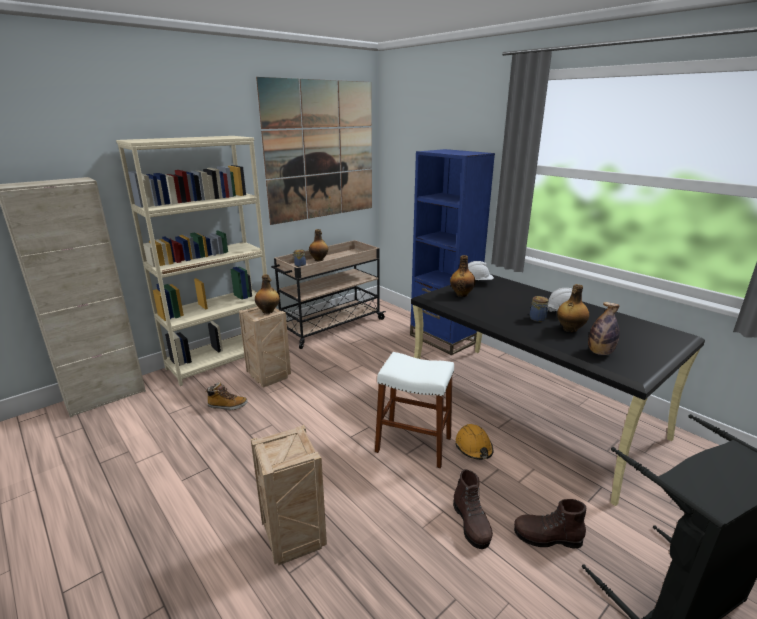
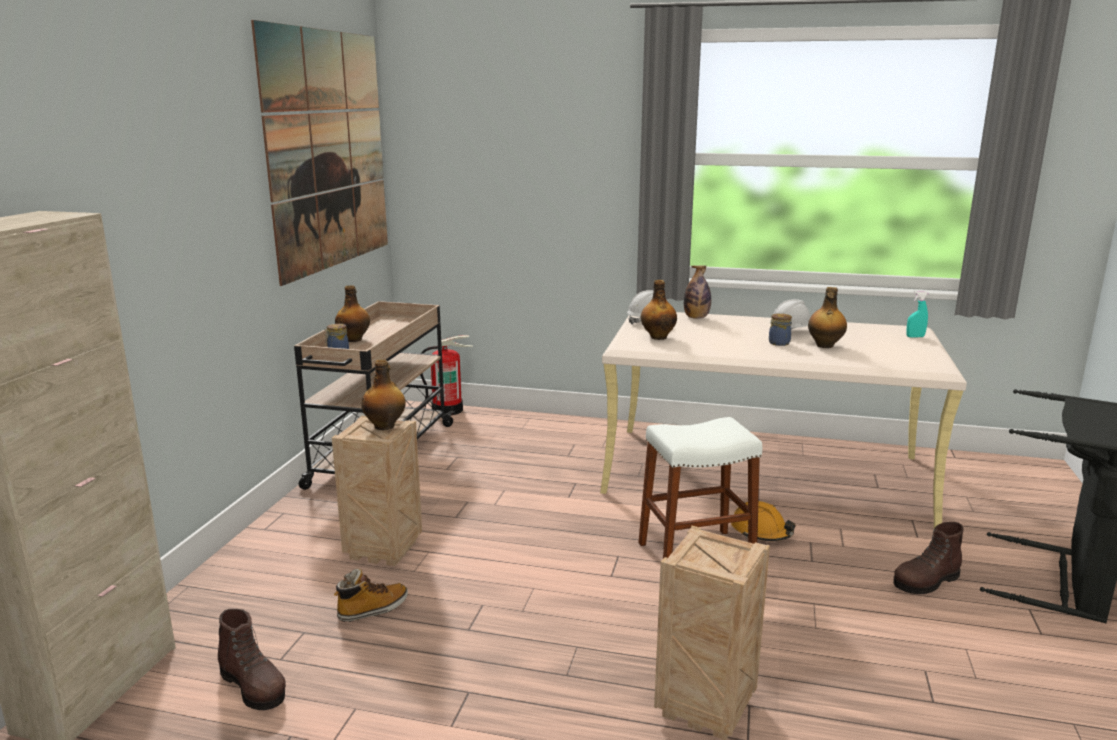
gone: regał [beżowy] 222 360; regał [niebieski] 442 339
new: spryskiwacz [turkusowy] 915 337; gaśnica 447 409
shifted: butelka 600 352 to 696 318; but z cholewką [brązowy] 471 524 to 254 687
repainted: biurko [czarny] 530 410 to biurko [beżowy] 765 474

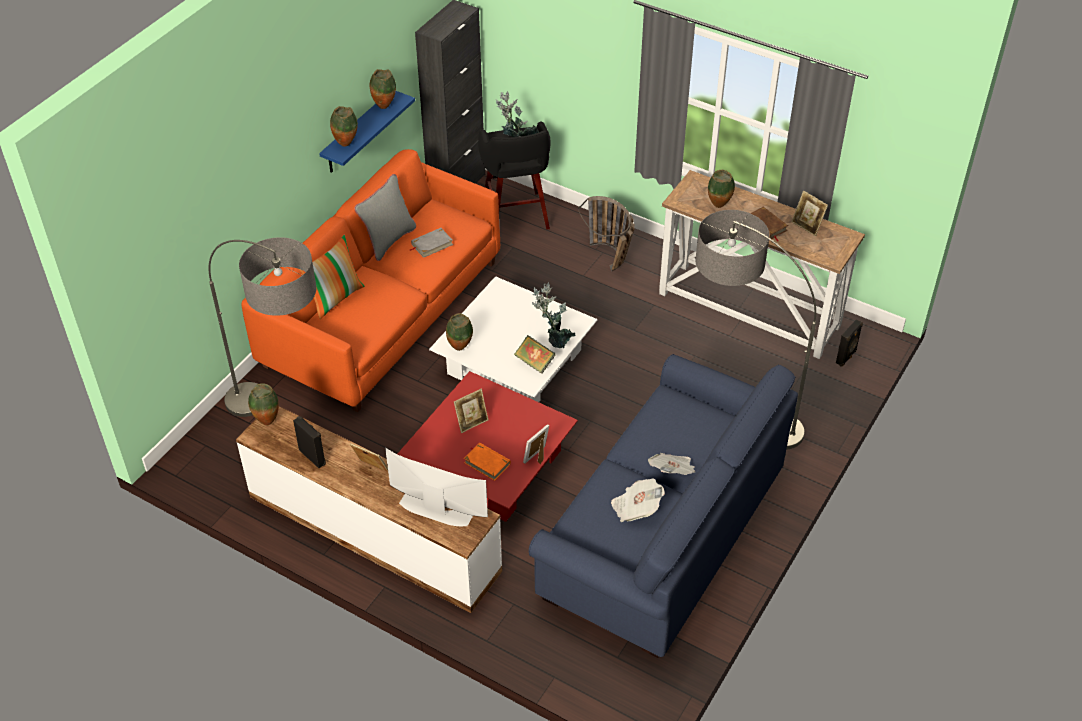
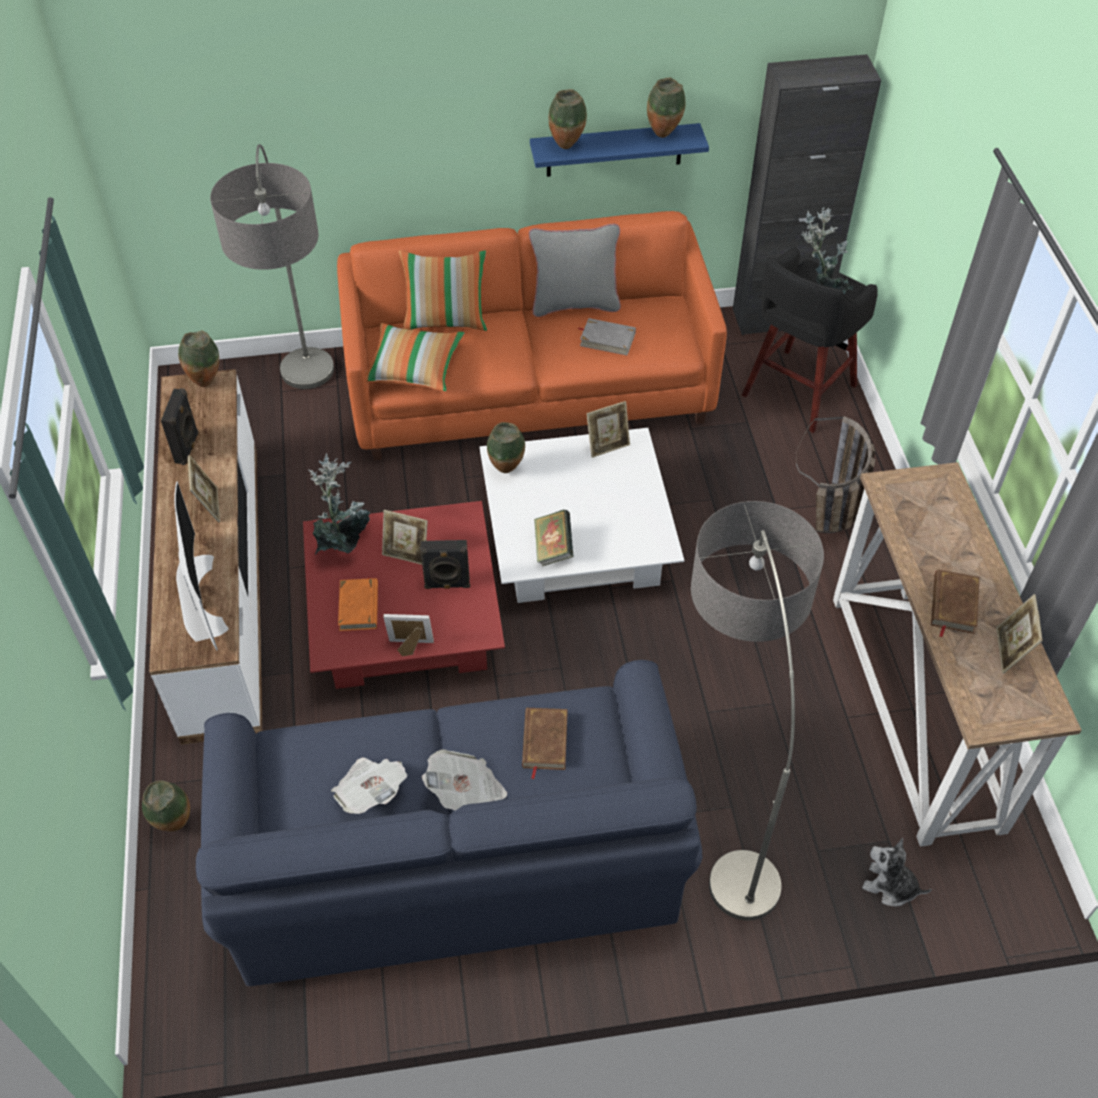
new: poduszka 414 368; ramka na zdjęcie 607 445; książka [brązowy] 544 741; pluszak 890 886
shifted: wazon 719 206 to 175 826; roślina doniczkowa 555 341 to 343 543; głośnik [czarny] 846 357 to 447 585

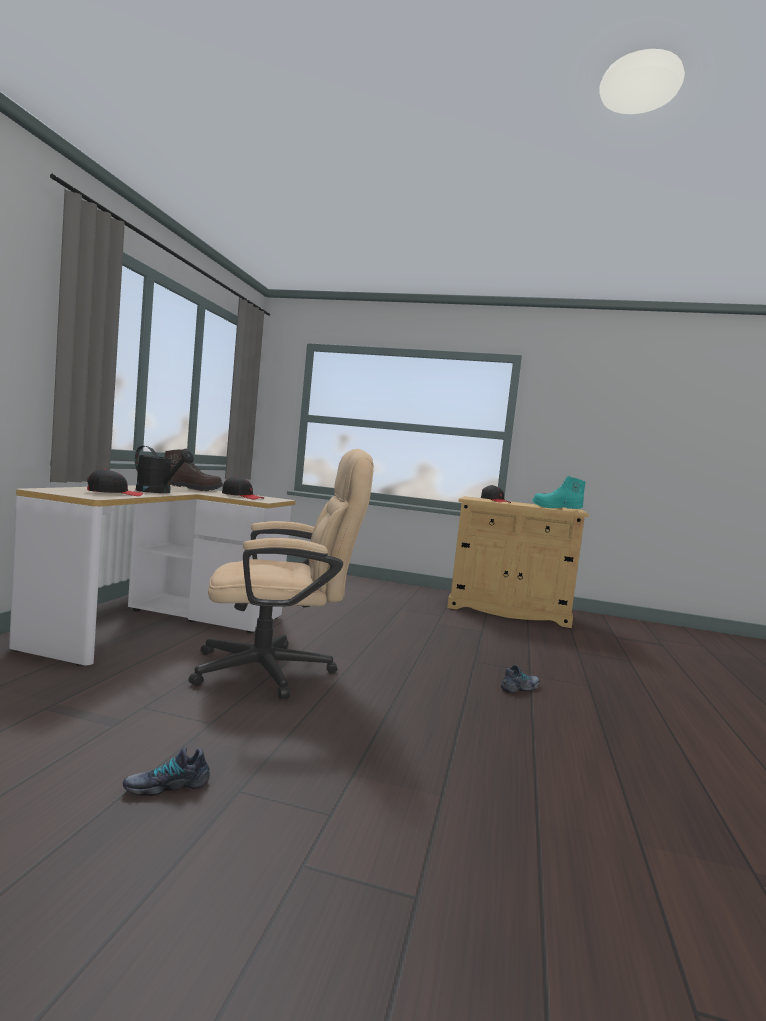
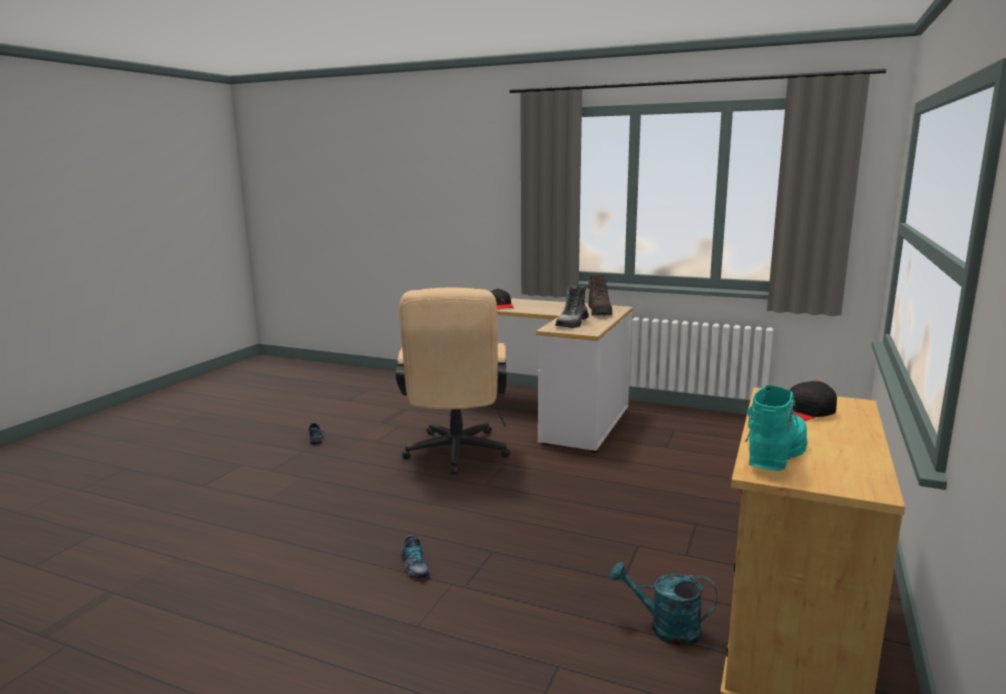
gone: konewka [czarny] 158 492
new: konewka [turkusowy] 665 628
swapped: czapka z daszkiem [czarny] 242 496 to but z cholewką 572 323

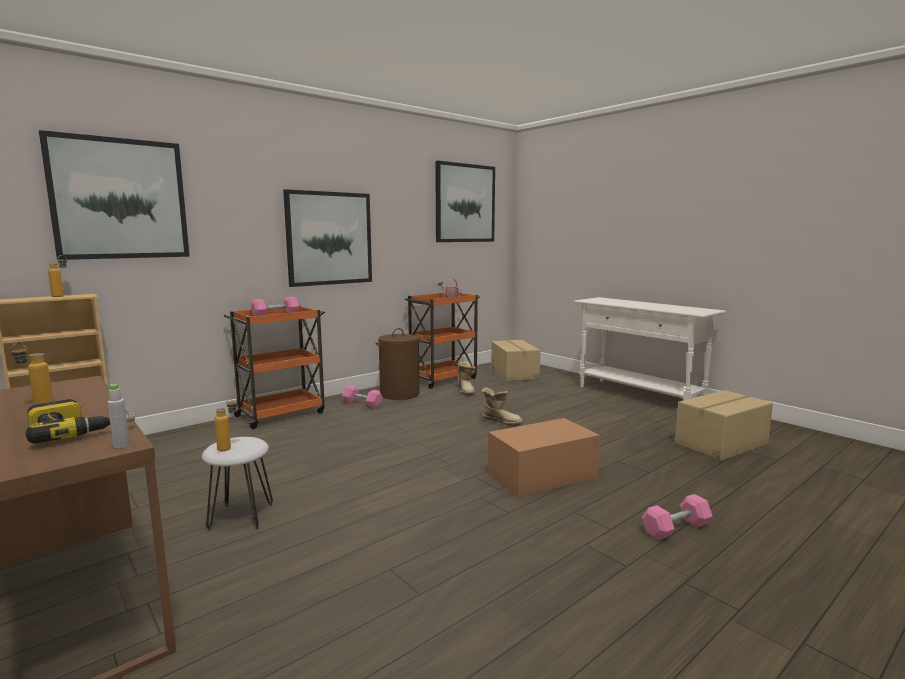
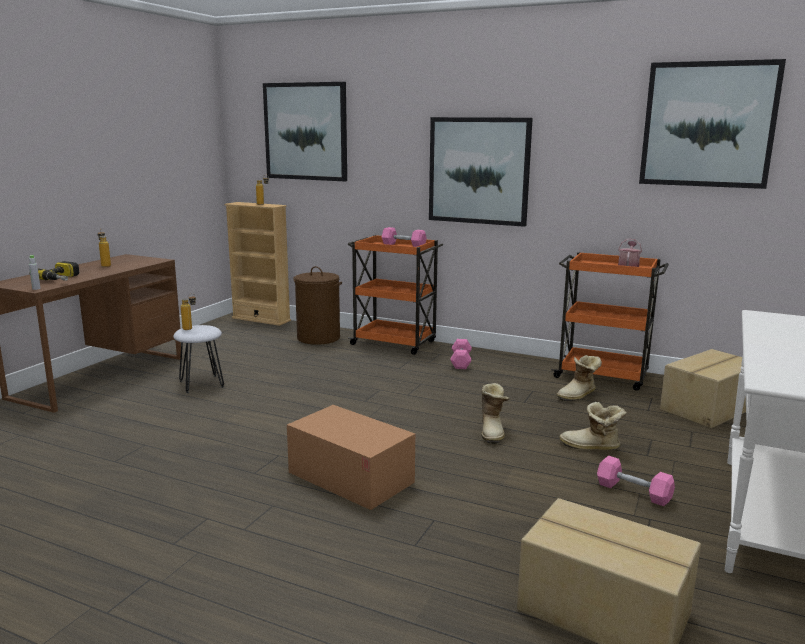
new: but z cholewką 591 447
shifted: kosz na pranie [brązowy] 400 394 to 319 338; hantel [różowy] 676 528 to 633 492

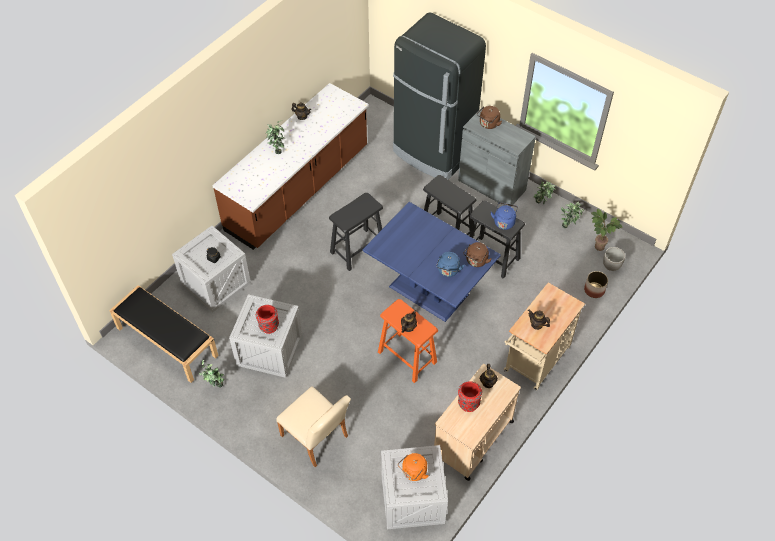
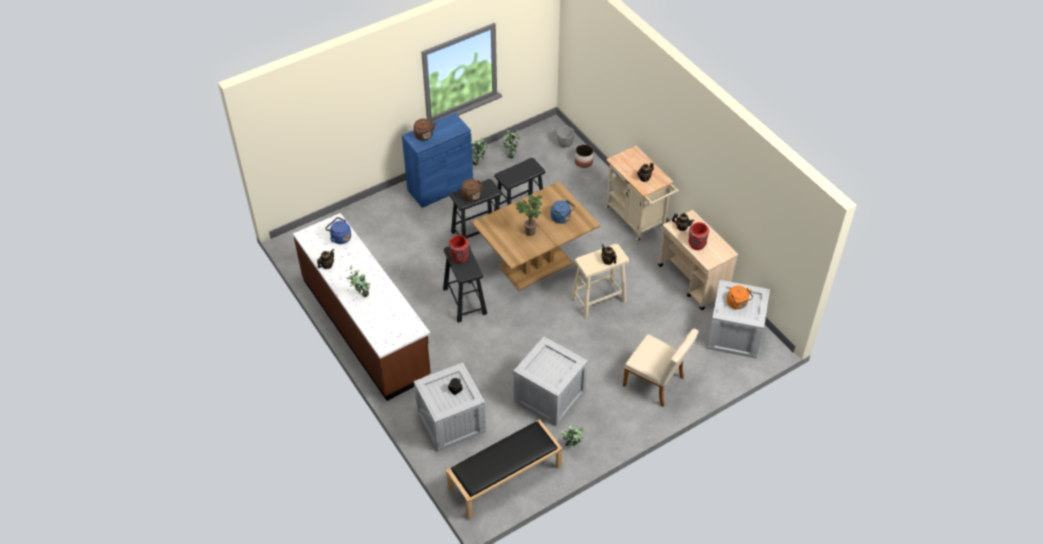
gone: lodówka [czarny] 433 153
shifted: czajnik [niebieski] 504 222 to 340 238; roślina doniczkowa 597 247 to 530 233; czajnik [brązowy] 476 261 to 472 196; wazon [czerwony] 268 326 to 459 257
repainted: szafka [szary] 492 185 to szafka [niebieski] 440 187; stół jadalny [niebieski] 429 290 to stół jadalny [brązowy] 535 264; stołek [pomarańczowy] 407 356 to stołek [beżowy] 598 299
rotated: krzesło [beżowy] 317 439 = 657 383 60 degrees clockwise

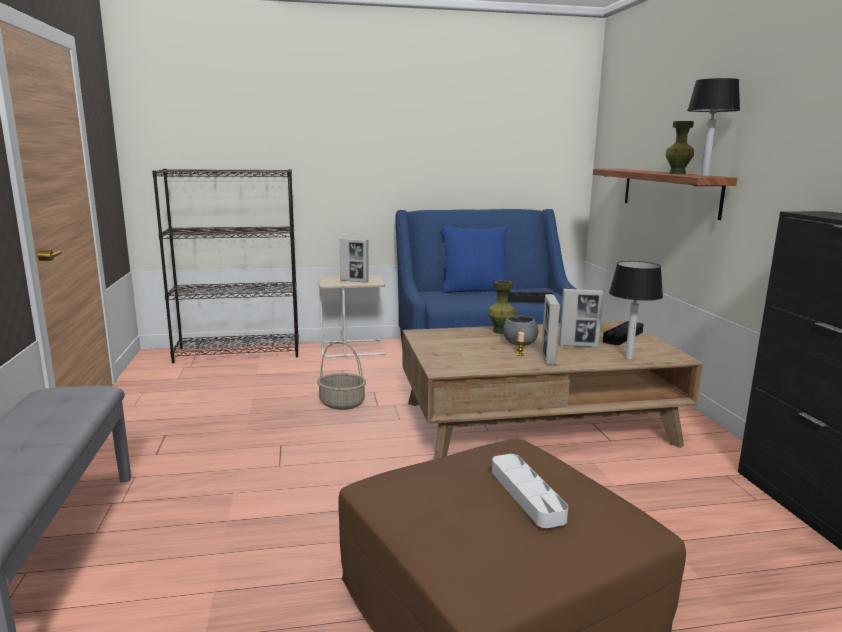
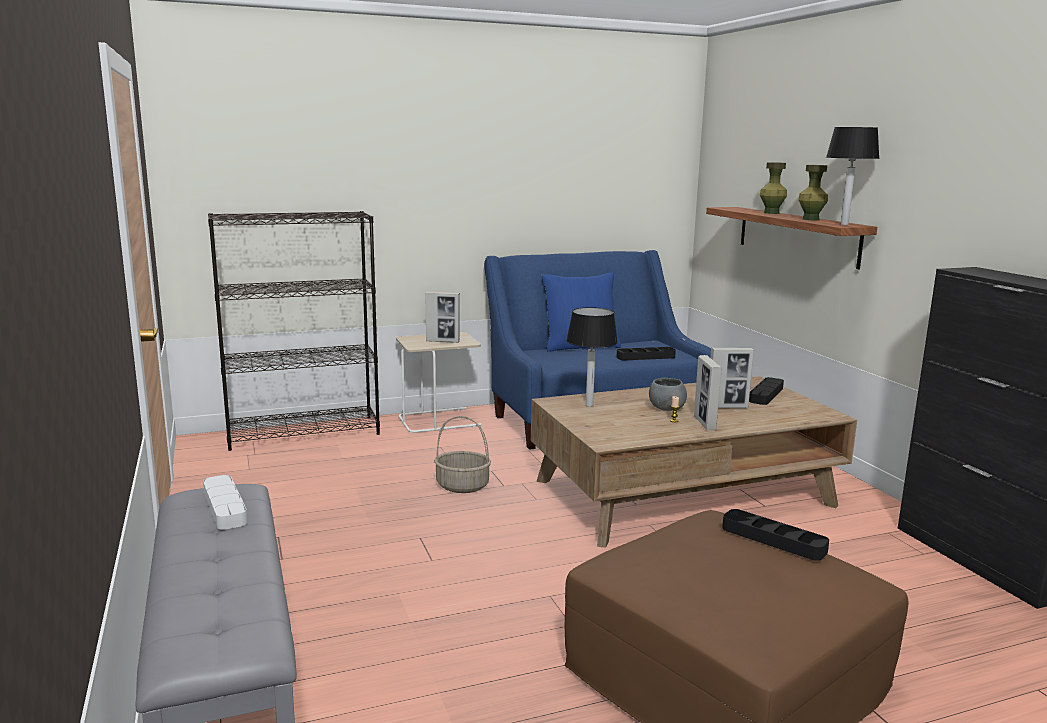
new: taca [czarny] 773 539
shifted: lampa stołowa 628 358 to 588 405; wazon [zielony] 500 331 to 771 213; taca [biały] 526 494 to 225 507

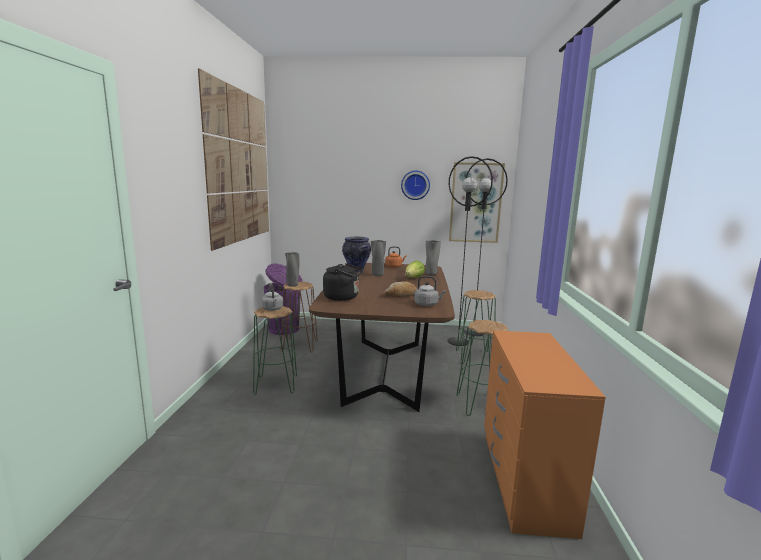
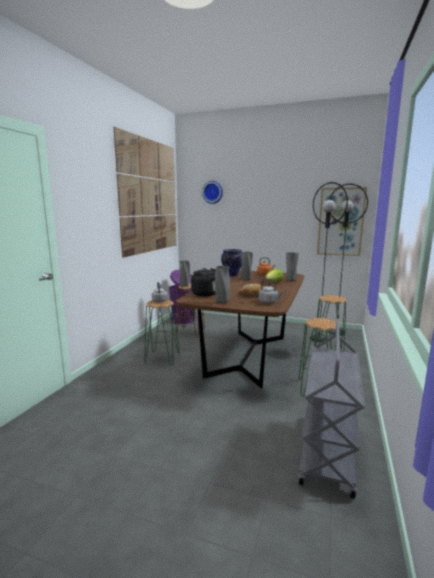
new: wazon [szary] 222 302
shifted: zegar ścienny 415 185 to 213 192
swapped: komoda [pomarańczowy] 523 480 to wózek [szary] 328 452

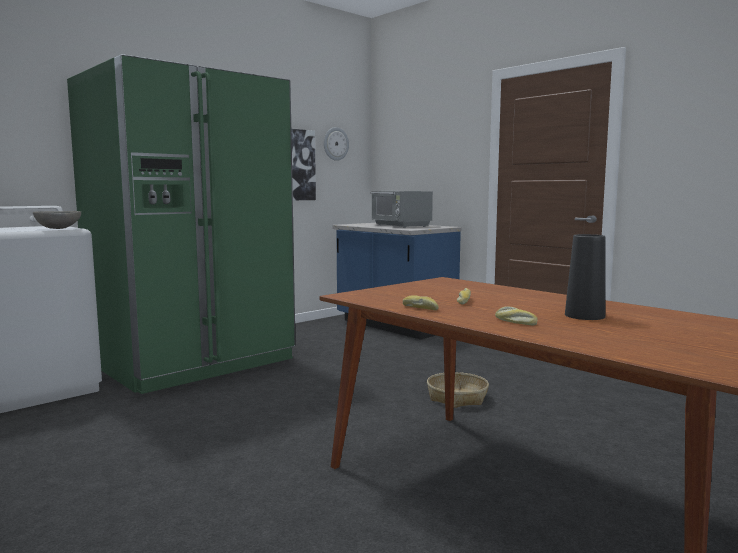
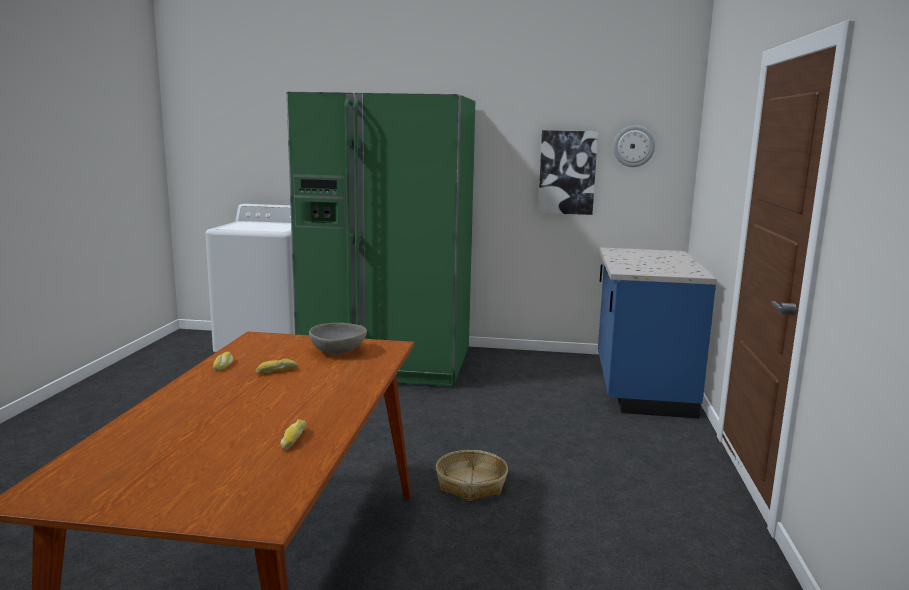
gone: mikrofalówka [szary] 400 226; wazon [czarny] 584 315
shifted: miska [szary] 58 228 to 337 352; chleb 514 322 to 293 439

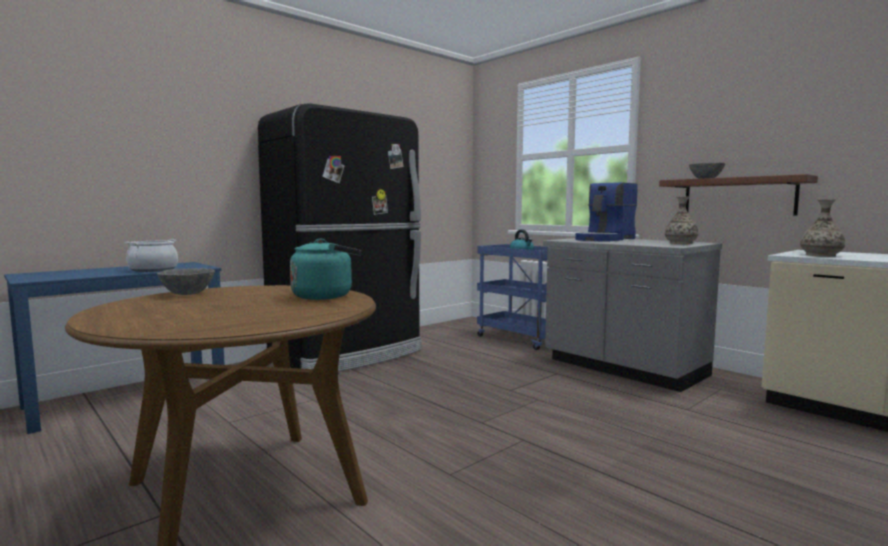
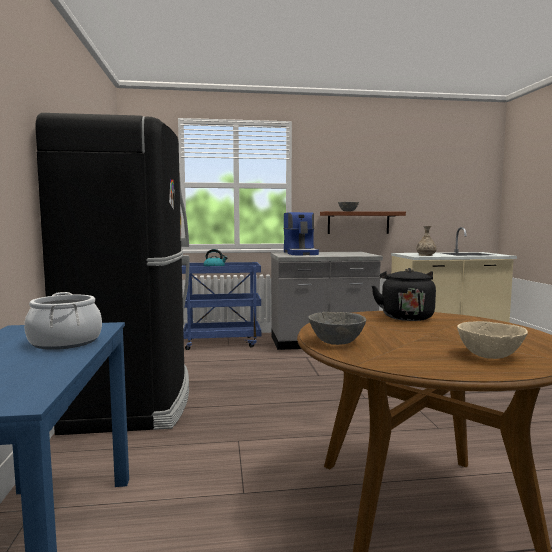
gone: wazon 680 243
new: miska [beżowy] 489 355
repainted: czajnik [turkusowy] 326 296 to czajnik [czarny] 405 316

